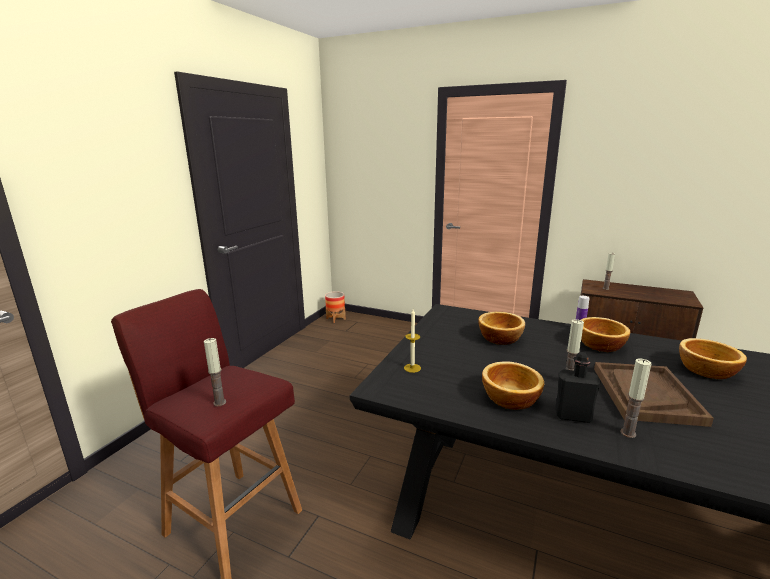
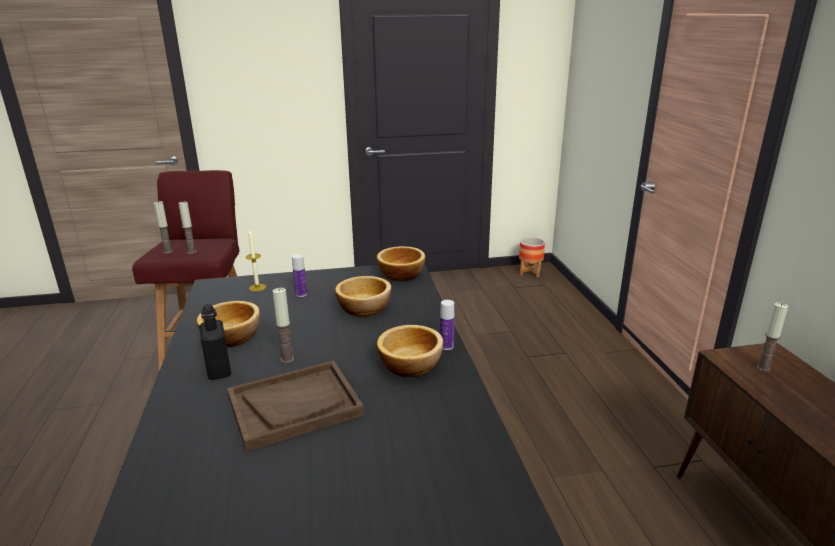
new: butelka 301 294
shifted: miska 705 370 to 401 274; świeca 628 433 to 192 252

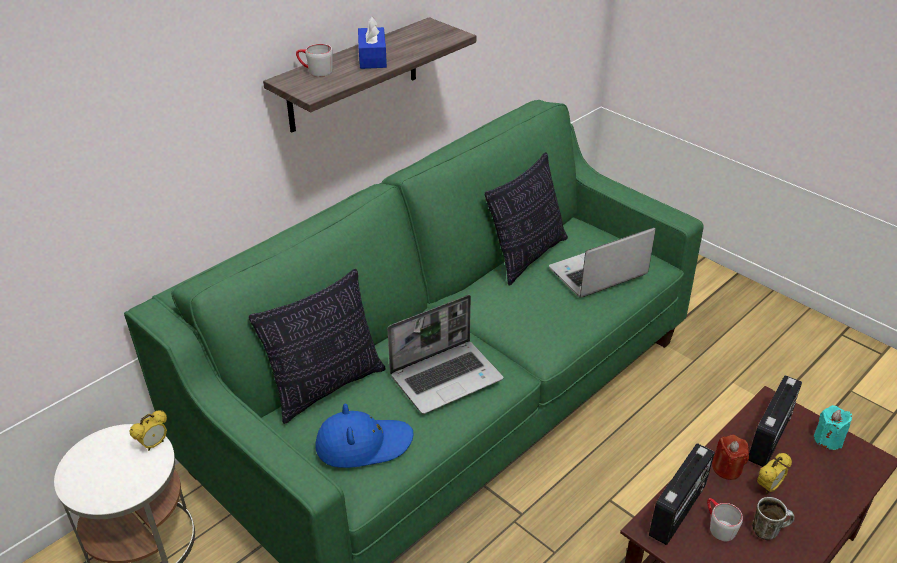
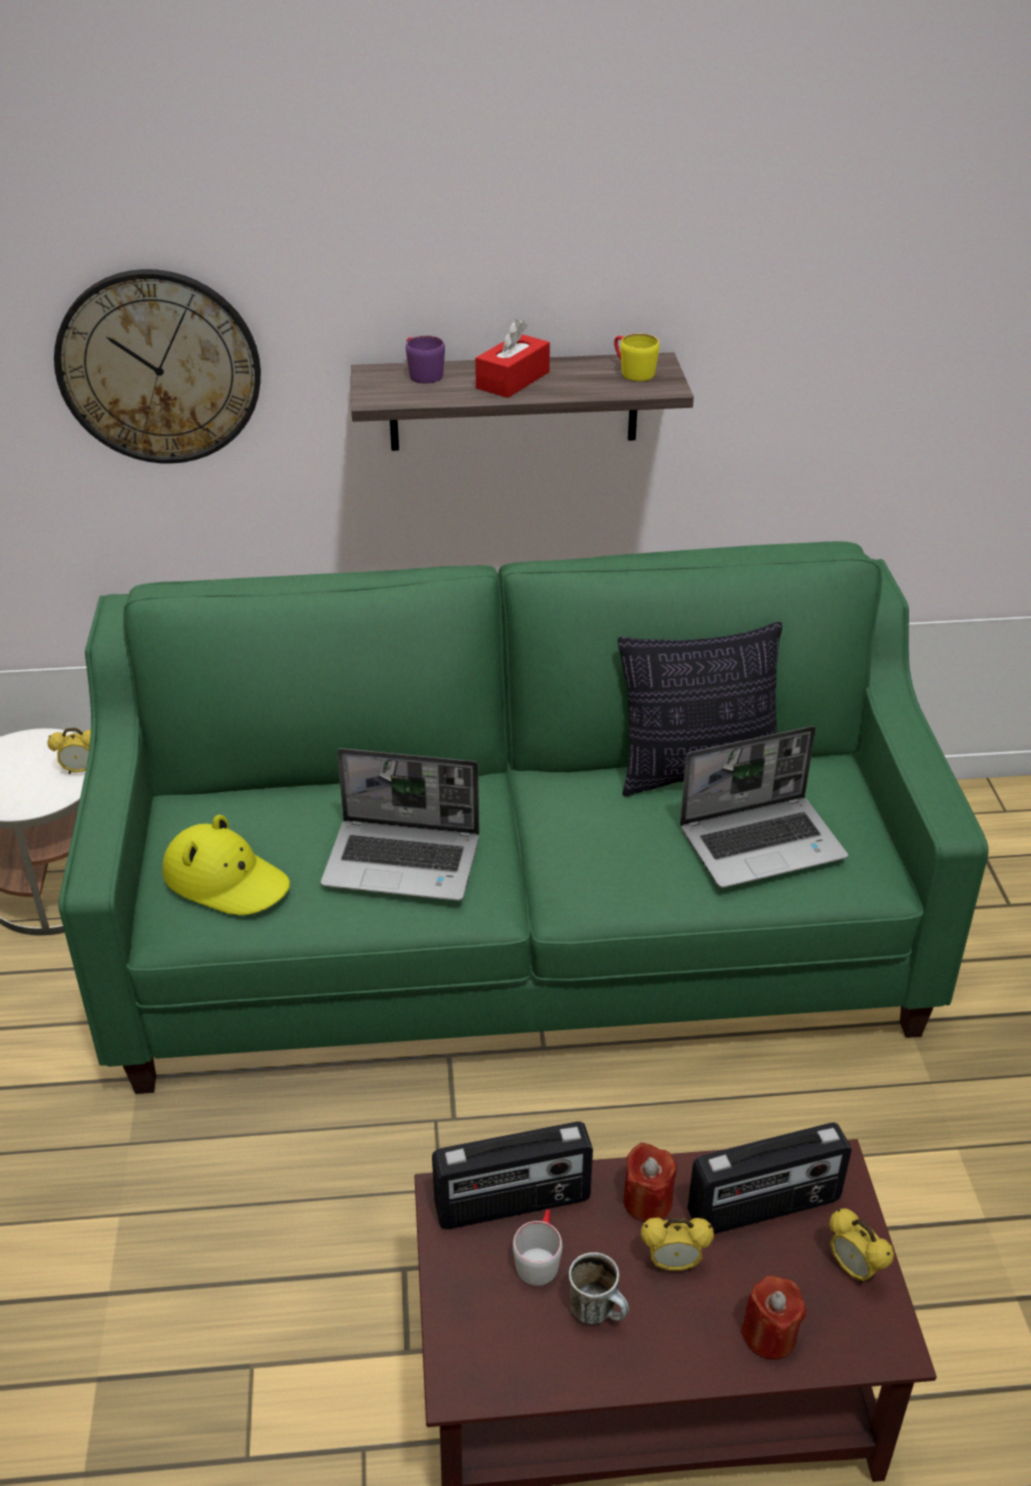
gone: poduszka 326 386
new: zegar ścienny 159 367; kubek [żółty] 632 371; świeca [czerwony] 769 1335
swapped: świeca [turkusowy] 828 439 to budzik 853 1269
repainted: pudełko chusteczek [niebieski] 372 58 to pudełko chusteczek [czerwony] 513 380; kubek [szary] 315 71 to kubek [fioletowy] 421 373; kapelusz [niebieski] 363 444 to kapelusz [żółty] 226 880
rotated: laptop 597 274 = 763 843 150 degrees clockwise

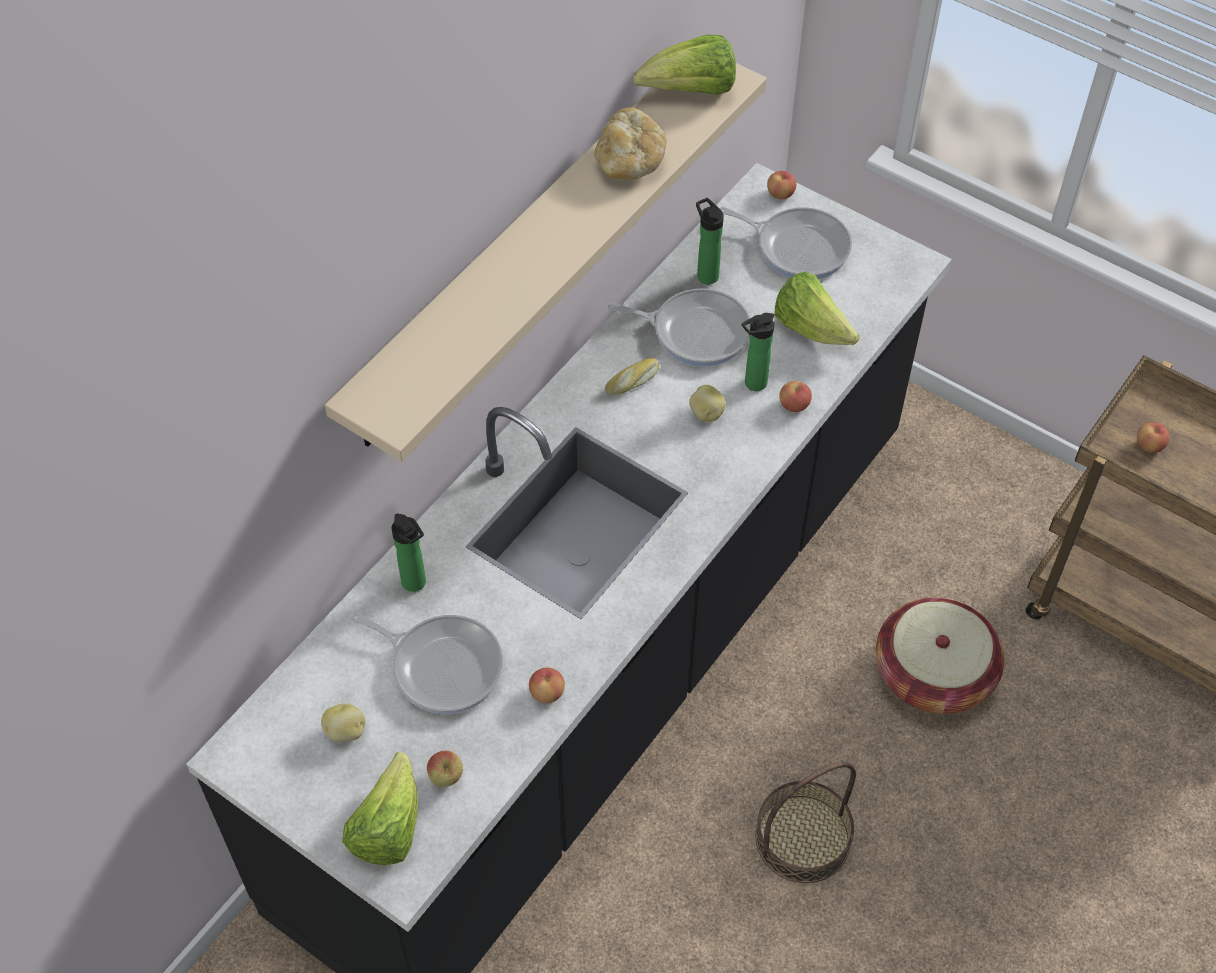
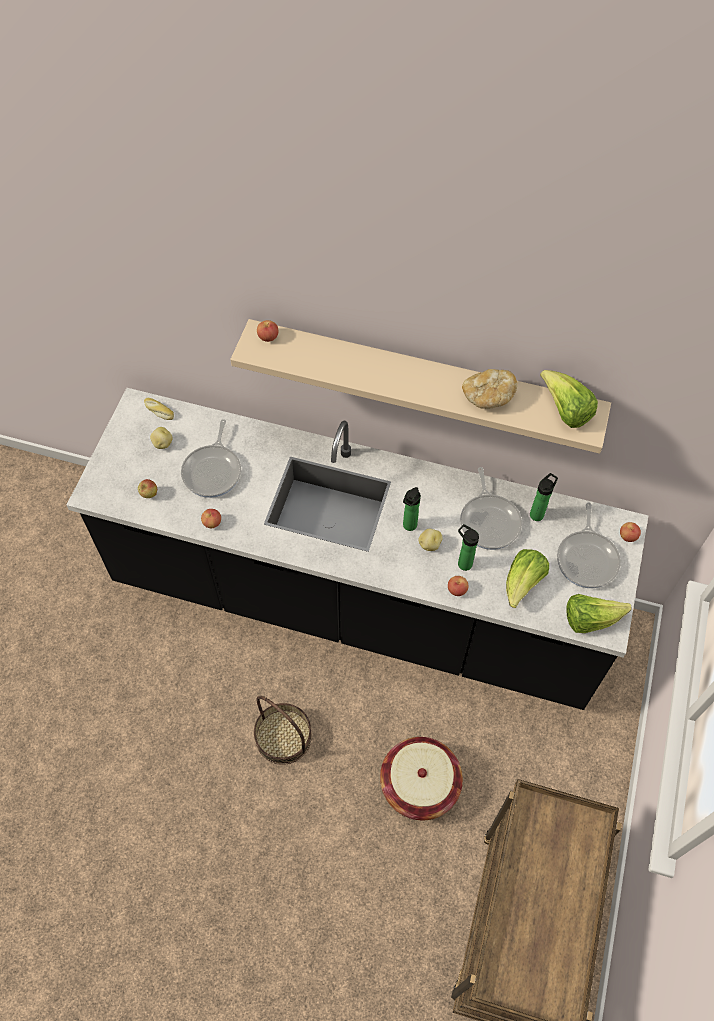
shifted: chleb 633 382 to 158 411; jabłko 1149 446 to 268 337; butelka 416 584 to 408 526; sałata 387 828 to 590 619

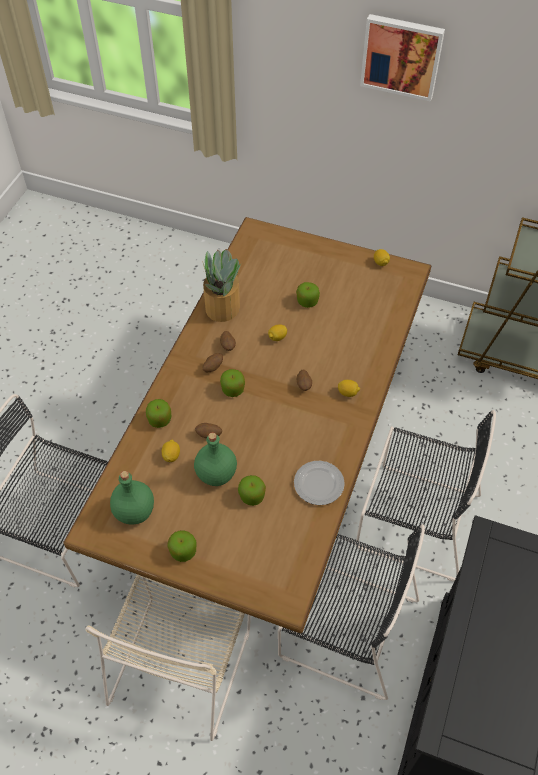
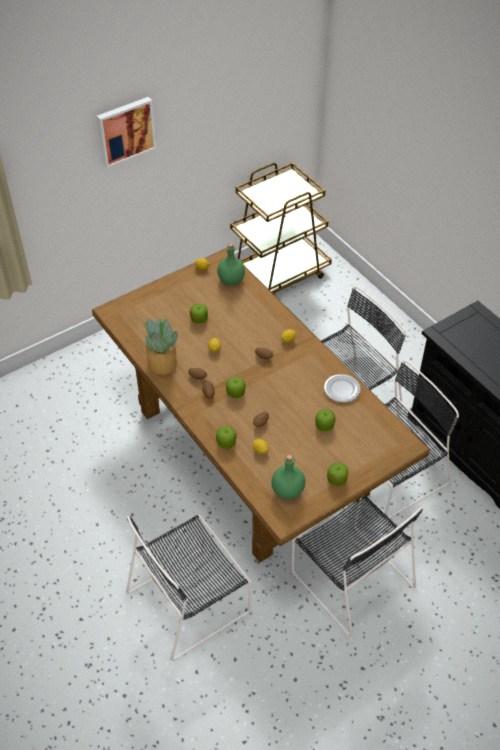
shifted: butelka [zielony] 215 474 to 231 280
repainted: krzesło [beżowy] 182 661 to krzesło [czarny] 350 576

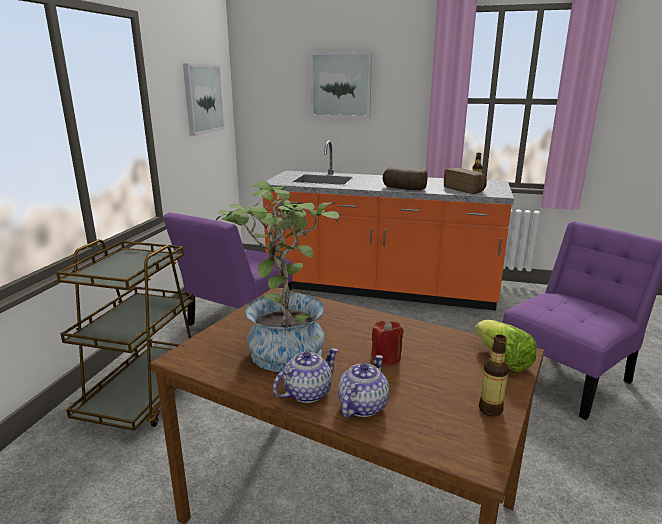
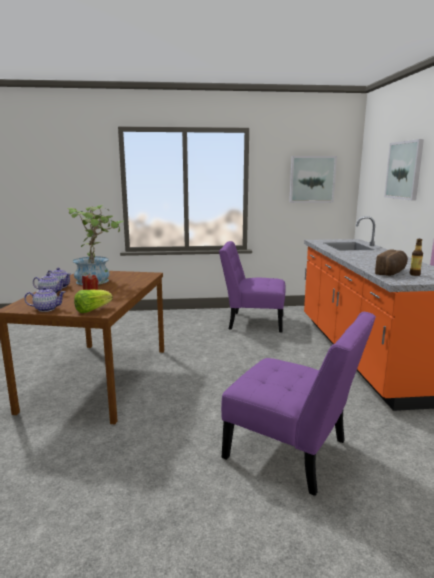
gone: chleb 403 188; wózek [brązowy] 146 395
swapped: butelka 490 409 to imbryk 46 309

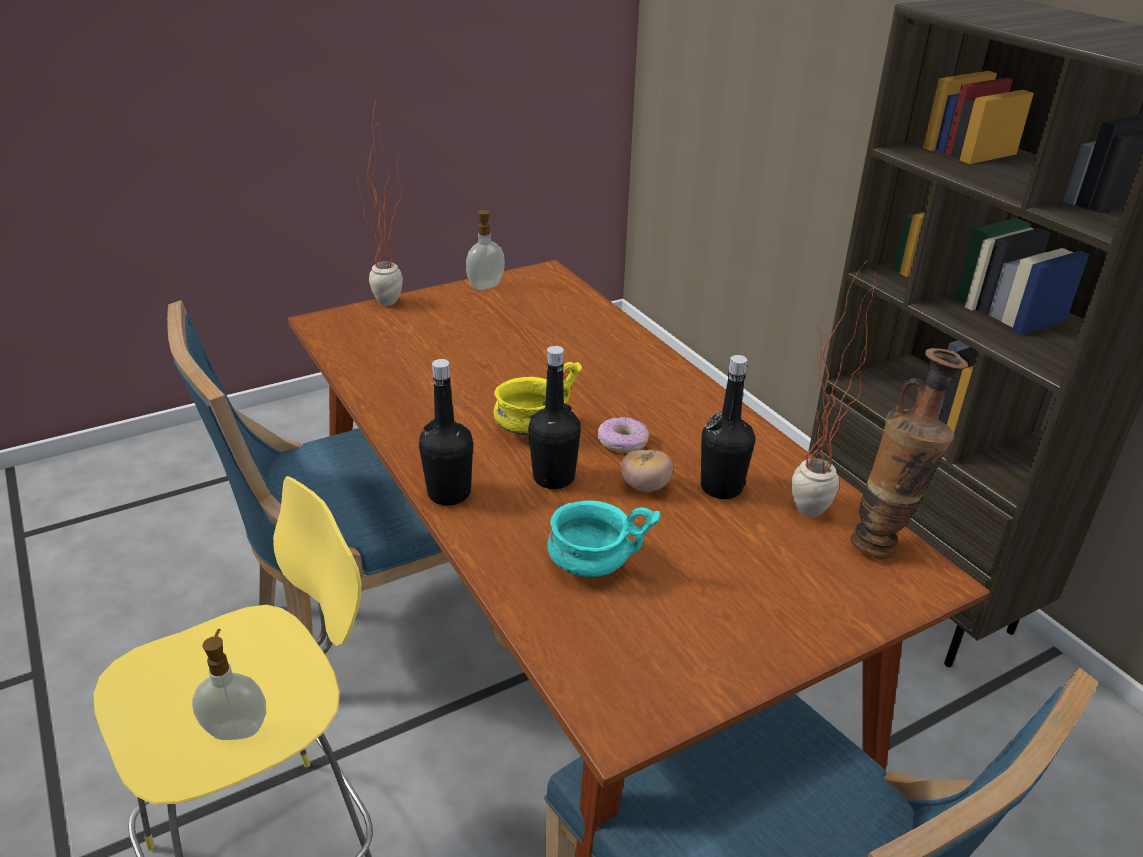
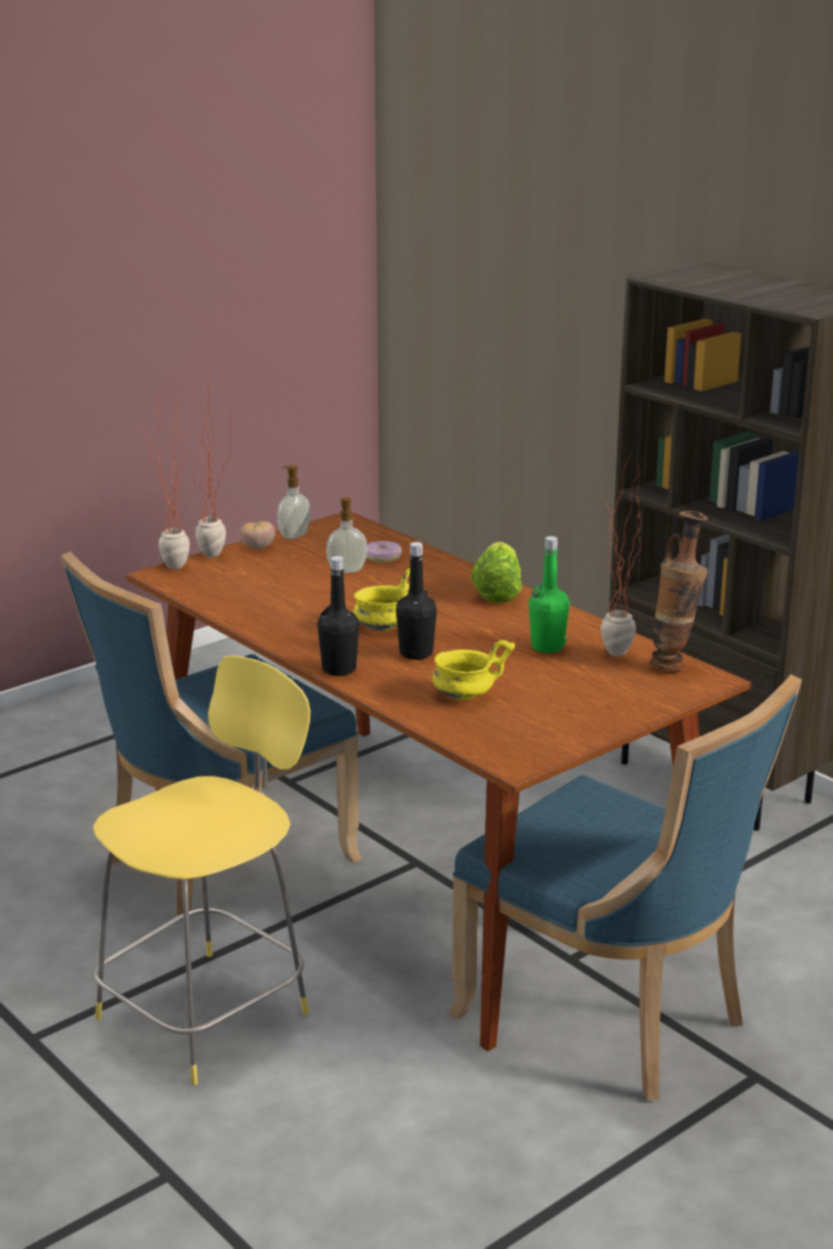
new: roślina doniczkowa 171 571; sałata 497 592
shifted: donut 622 441 to 382 557; pomidor 645 486 to 258 547; dozownik mydła 236 729 to 346 570
repainted: butelka [czarny] 721 487 to butelka [zielony] 547 647; miska [turkusowy] 591 563 to miska [żółty] 465 695

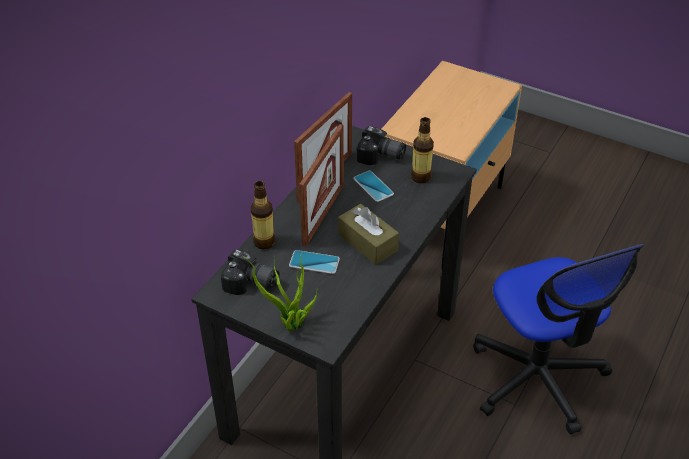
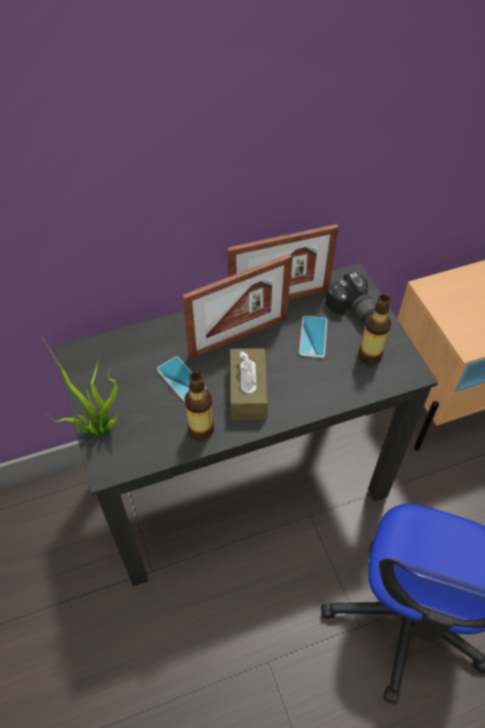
gone: aparat fotograficzny 251 284
shifted: butelka 264 242 to 201 430

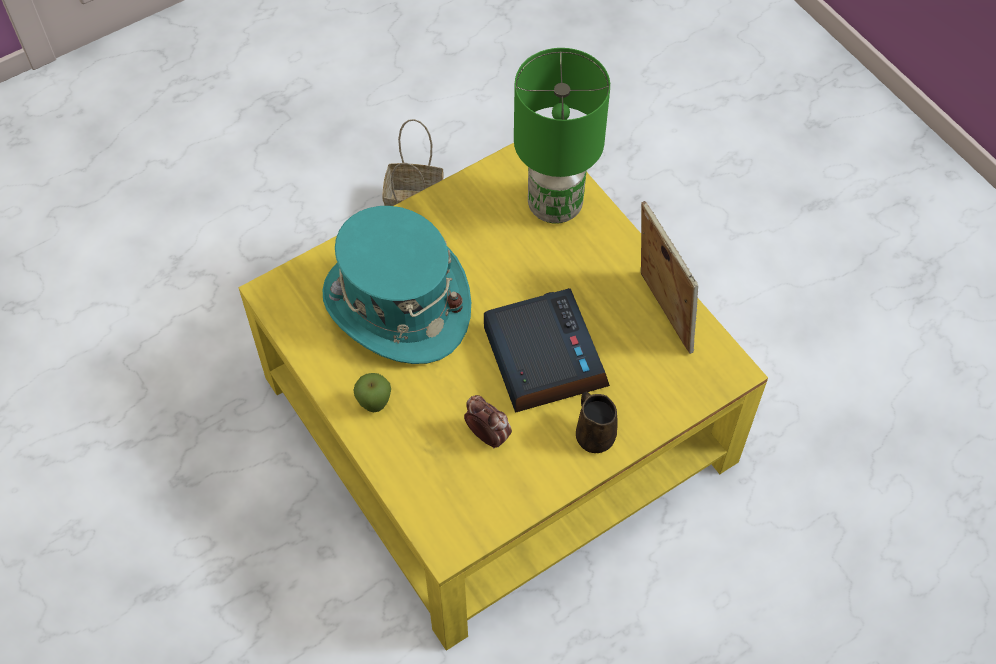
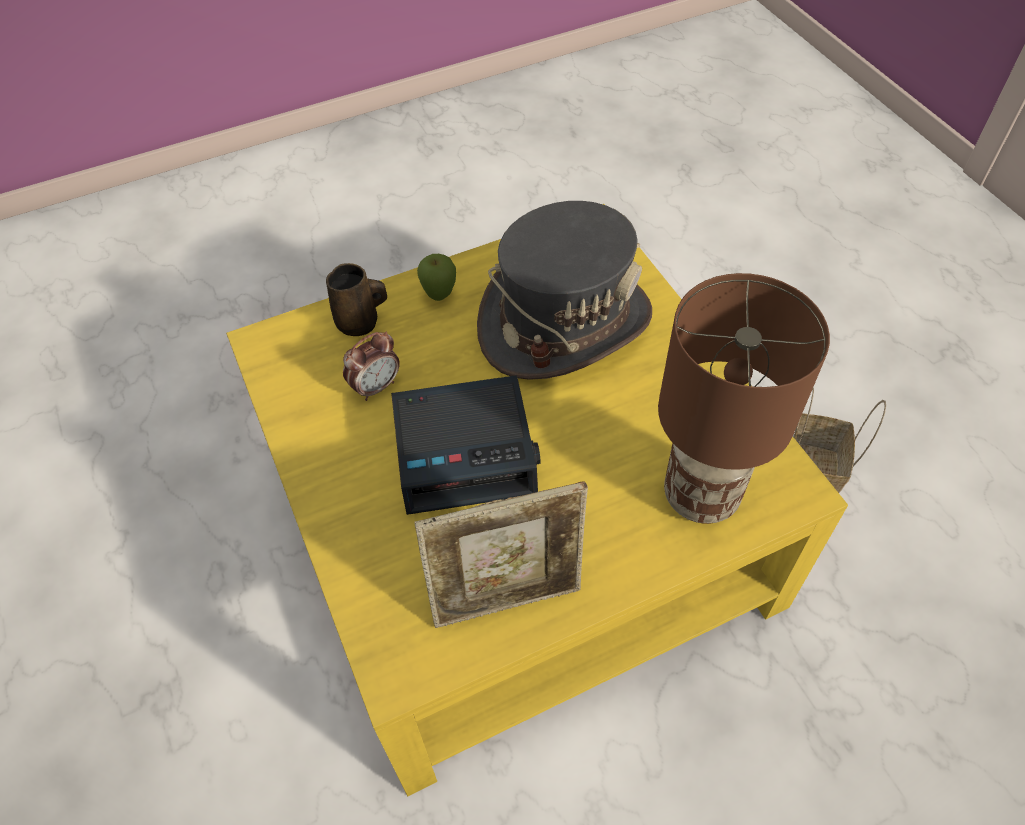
shifted: kubek [brązowy] 594 435 to 360 323
repainted: lampa stołowa [zielony] 556 205 to lampa stołowa [brązowy] 701 497; kapelusz [turkusowy] 397 304 to kapelusz [szary] 564 322

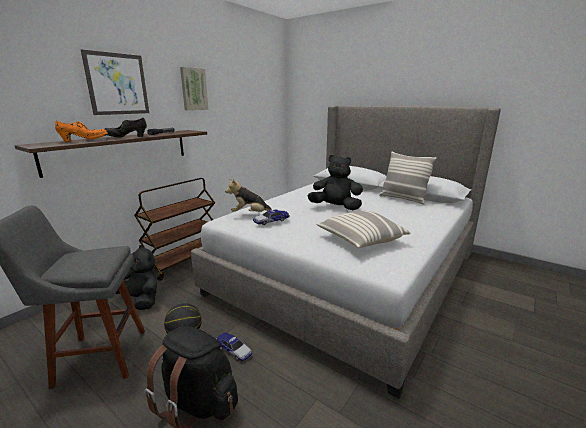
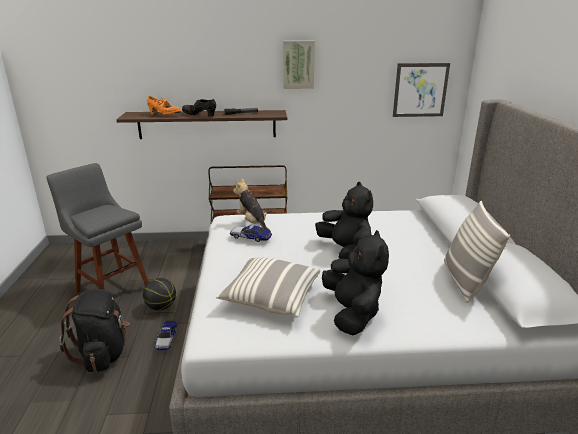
shifted: obraz 117 84 to 420 90; pluszak [czarny] 141 300 to 352 313

